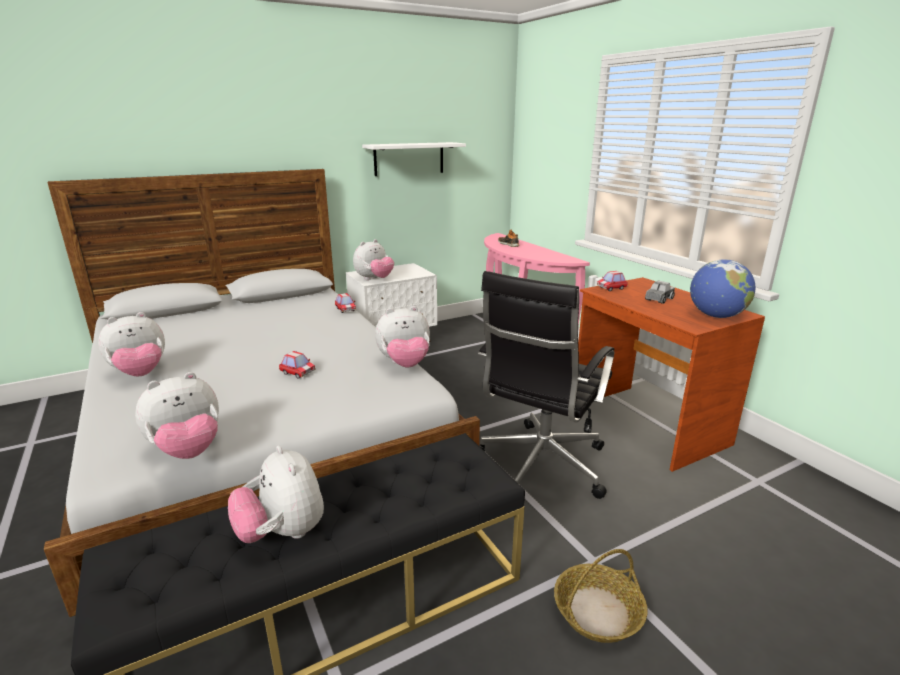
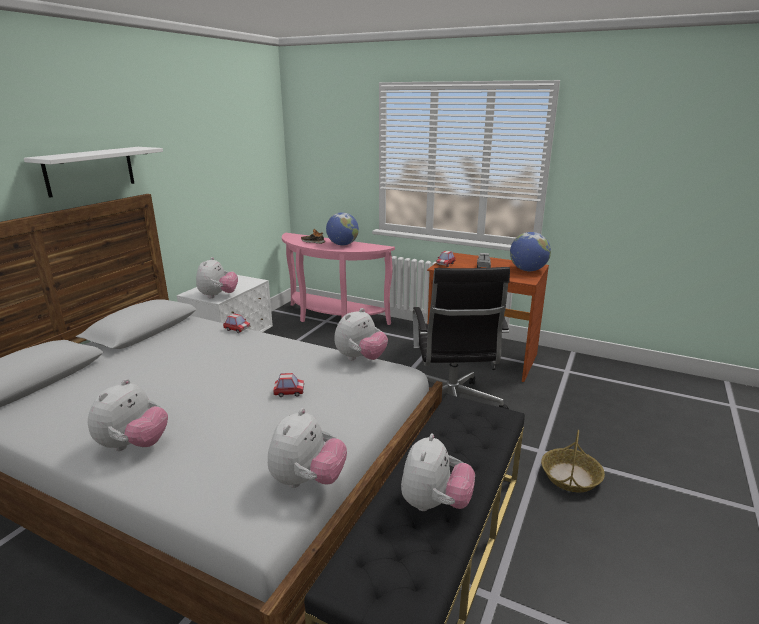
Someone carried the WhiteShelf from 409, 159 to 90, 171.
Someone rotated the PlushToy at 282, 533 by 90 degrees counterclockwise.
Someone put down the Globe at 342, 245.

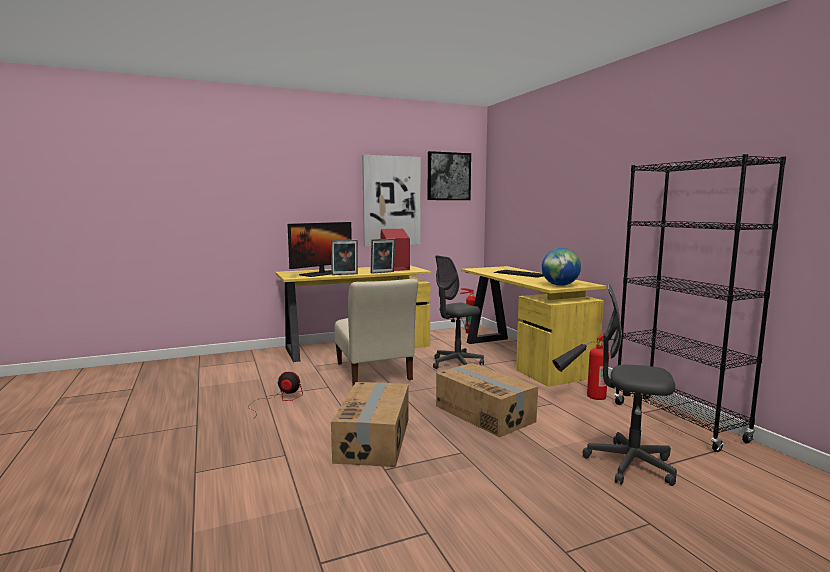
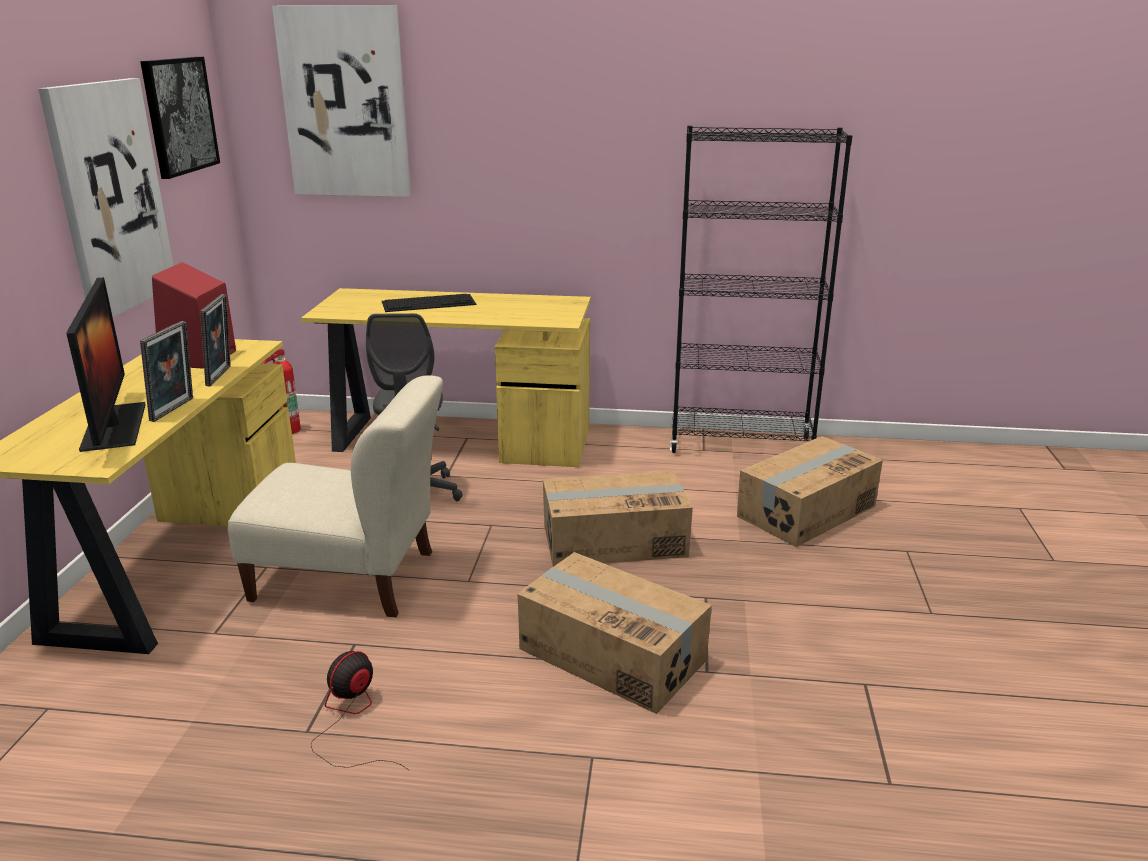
Someone took away the Globe at 560, 285.
Someone swapped the GreyOfficeChair at 630, 464 for the CardboardBox at 805, 511.
Someone took away the FireExtinguisher at 581, 398.
Someone put up the Picture at 345, 103.

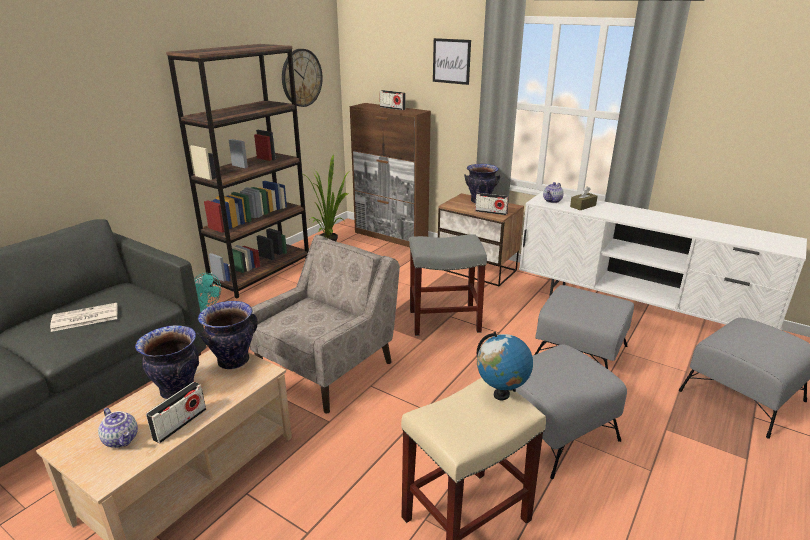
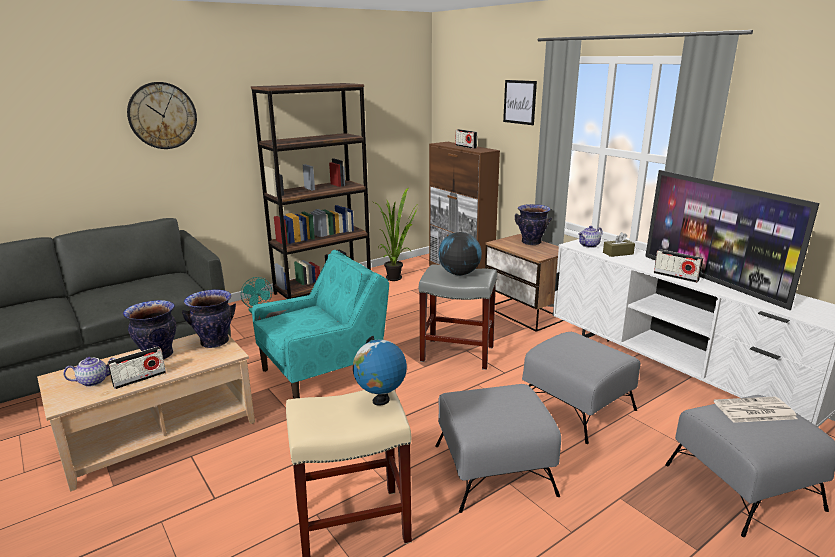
Someone carried the WallClock from 301, 78 to 162, 115.
Someone carried the Radio from 491, 212 to 676, 276.
Someone repainted the BeigeArmchair at 328, 369, which became the TurquoiseArmchair at 323, 374.
Someone carried the Newspaper from 84, 318 to 754, 411.
Someone rotated the Teapot at 122, 439 by 90 degrees counterclockwise.
Someone put down the Television at 712, 280.
Someone put down the Globe at 459, 274.

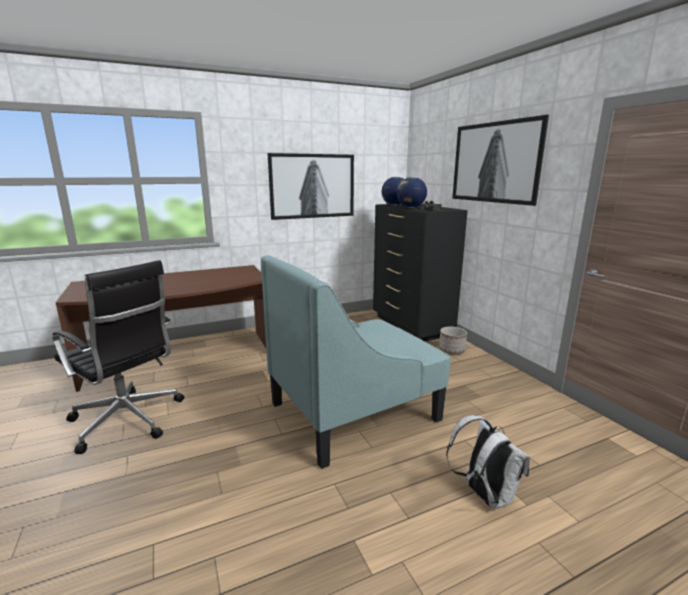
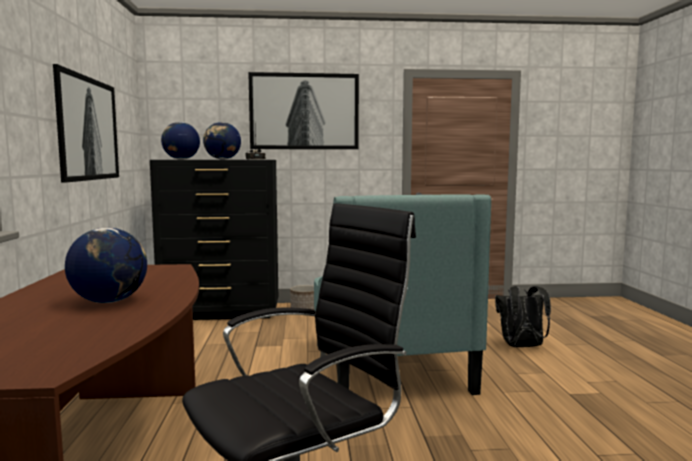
Someone repainted the WhiteBackpack at 484, 494, which became the BlackBackpack at 521, 346.
Someone put down the Globe at 109, 301.

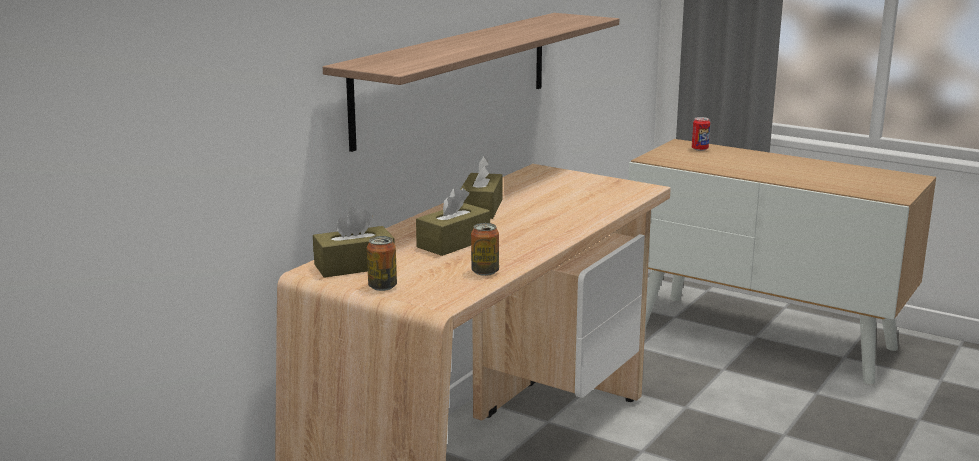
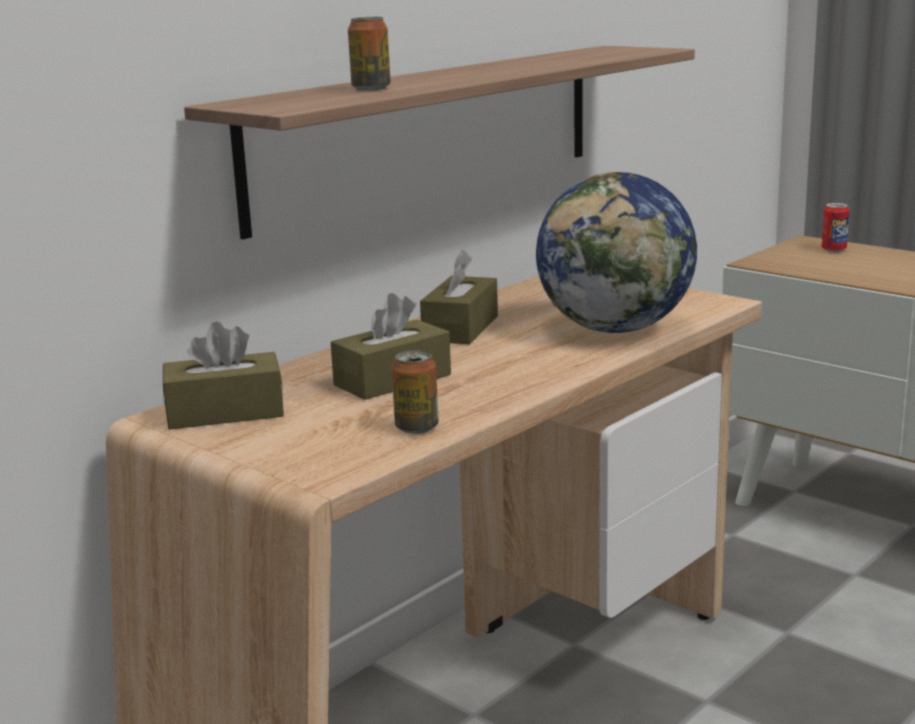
Someone carried the Can from 382, 286 to 371, 88.
Someone put down the Globe at 616, 329.

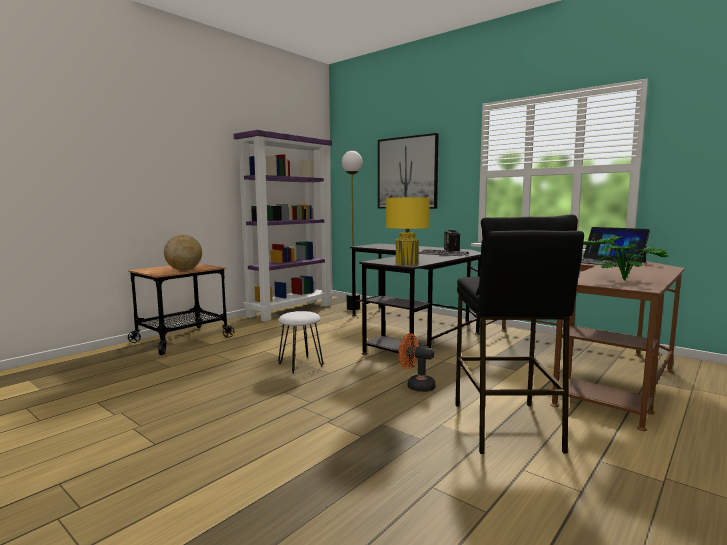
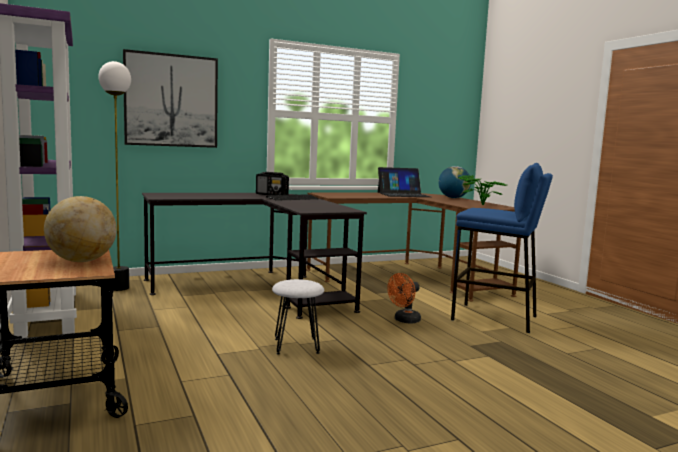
Someone took away the YellowTableLamp at 407, 264.
Someone repainted the BlackStool at 506, 426, which became the BlueStool at 494, 318.
Someone put down the Globe at 453, 198.

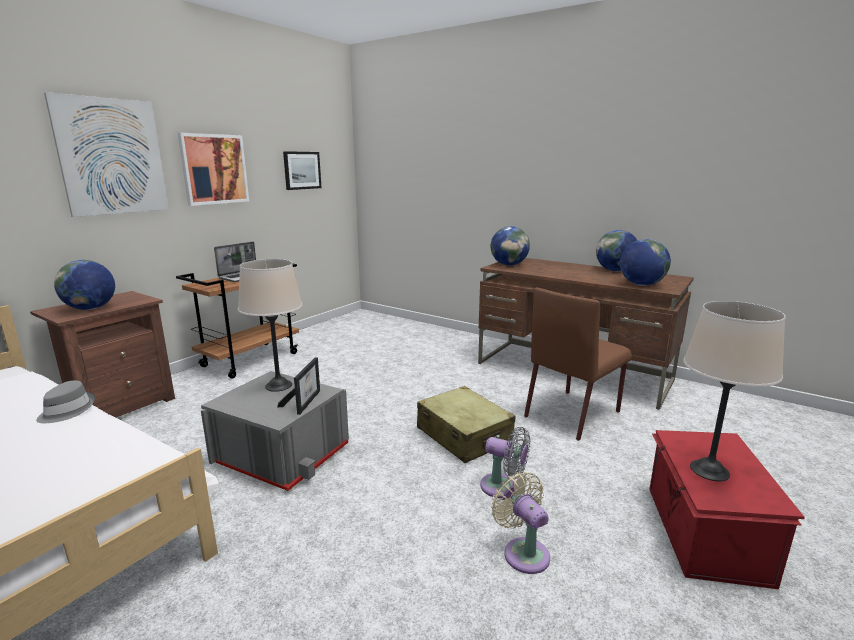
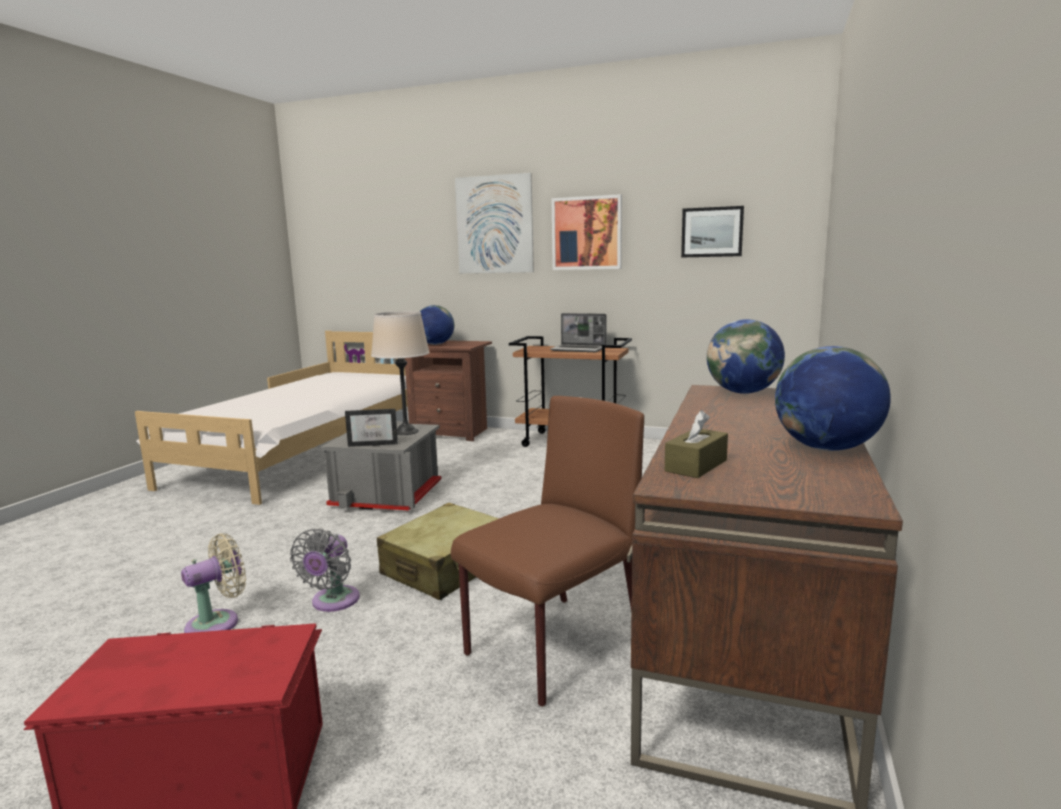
Someone swapped the Globe at 641, 284 for the BrownTissueBox at 696, 466.
Someone rotated the BrownChair at 573, 413 by 105 degrees clockwise.
Someone took away the BeigeTableLamp at 709, 470.
Someone took away the GreyHat at 67, 410.

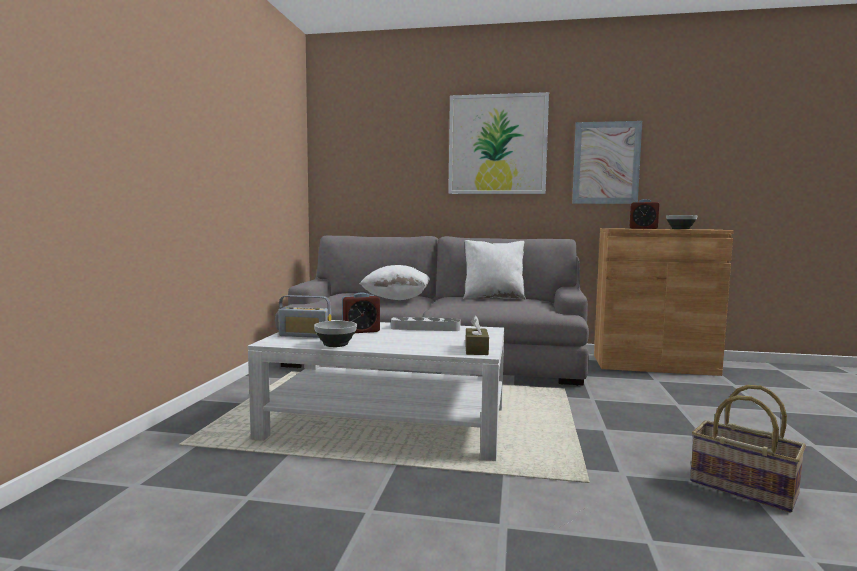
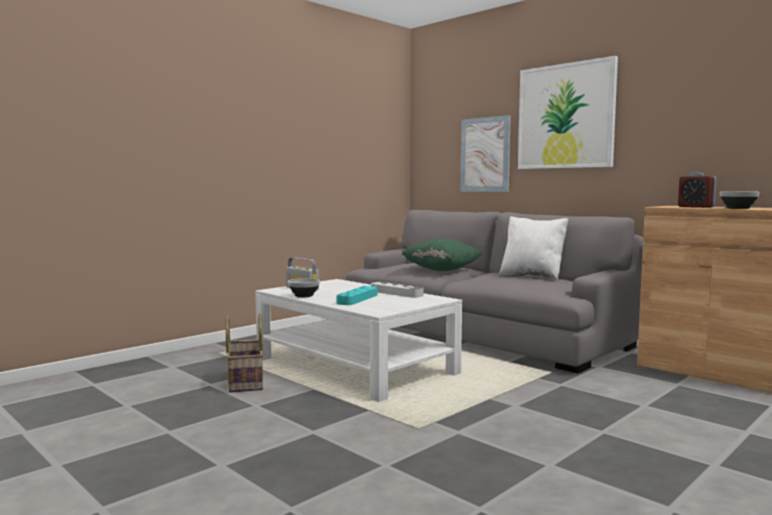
Someone carried the Picture from 606, 163 to 485, 155.
Someone repainted the WhitePillow at 396, 299, which became the GreenPillow at 441, 270.
Someone took away the AlarmClock at 361, 331.
Someone took away the BrownTissueBox at 476, 350.
Someone carried the Basket from 742, 488 to 244, 382.
Someone put down the TurquoiseTray at 357, 299.

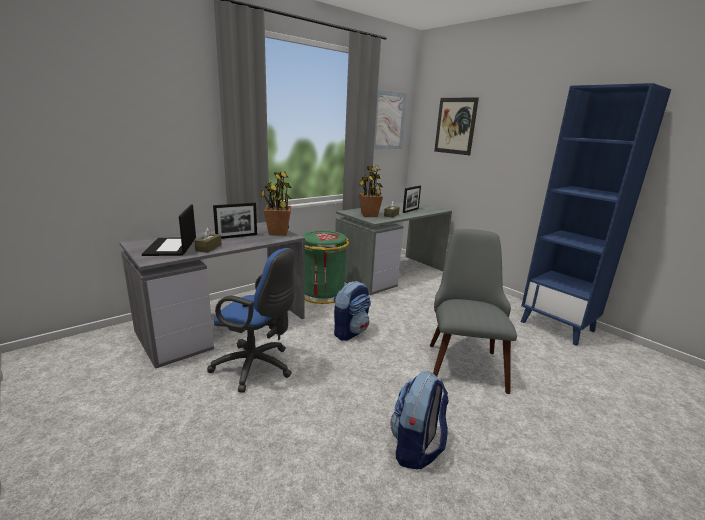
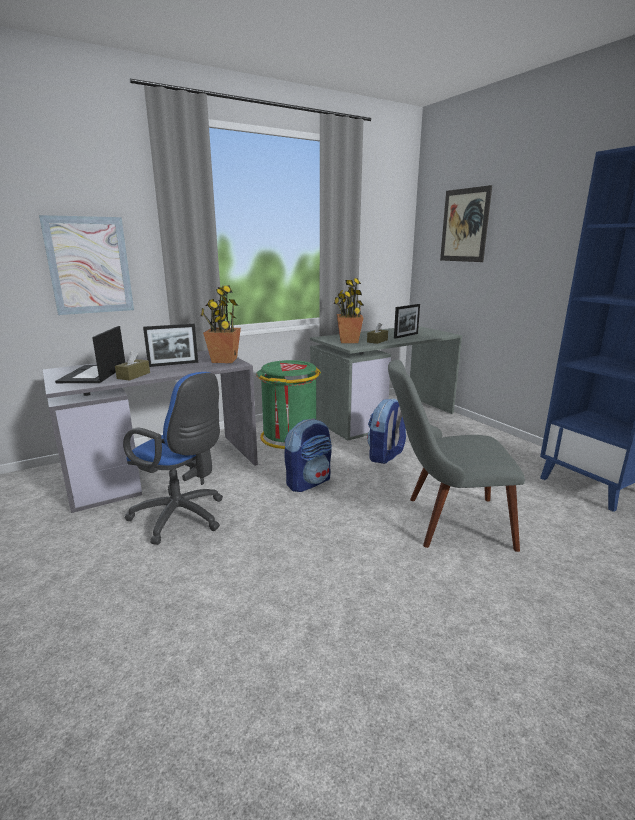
Someone carried the Picture from 388, 121 to 89, 265.
Someone rotated the GreyChair at 463, 359 by 105 degrees counterclockwise.
Someone carried the Backpack from 416, 448 to 386, 456.

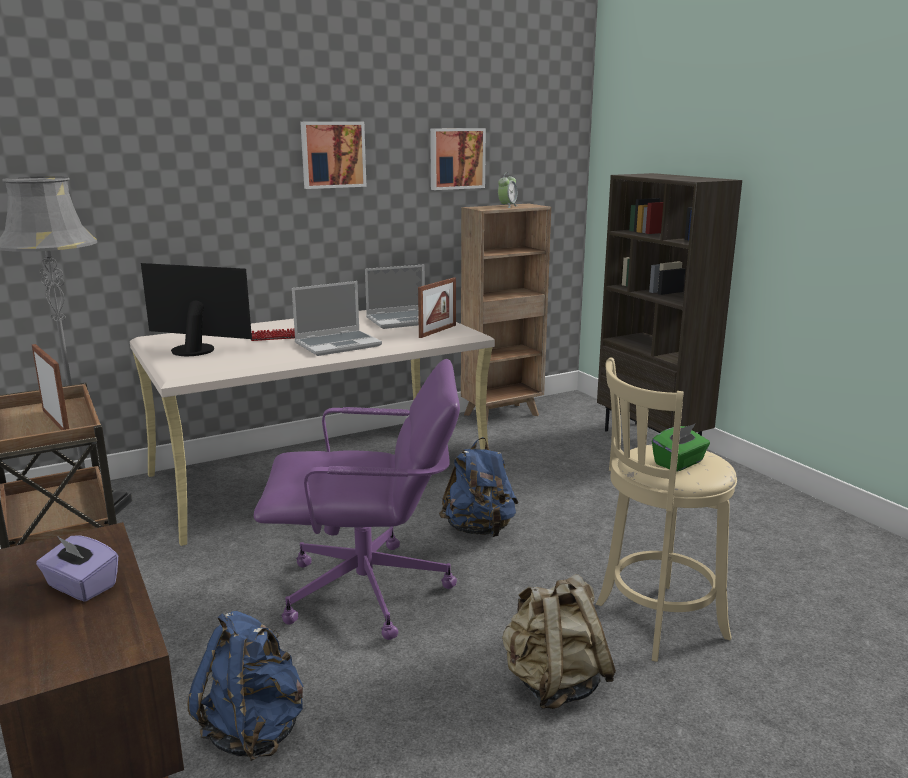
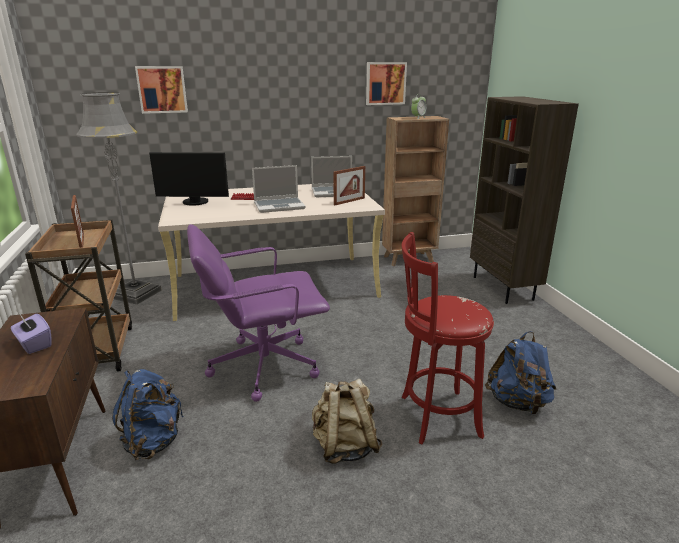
Someone carried the Picture from 332, 155 to 162, 89.
Someone rotated the Monitor at 195, 349 by 150 degrees clockwise.
Someone repainted the BeigeStool at 654, 622, which became the RedStool at 435, 416.
Someone rotated the PurpleOfficeChair at 368, 592 by 150 degrees clockwise.
Someone took away the GreenTissueBox at 679, 463.
Someone carried the BlueBackpack from 479, 530 to 518, 403.

